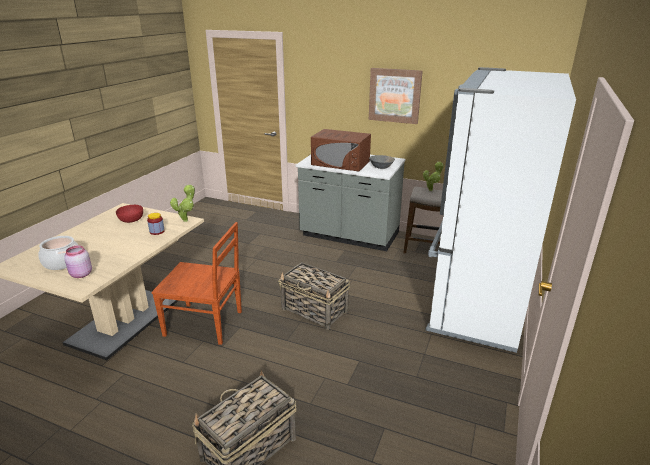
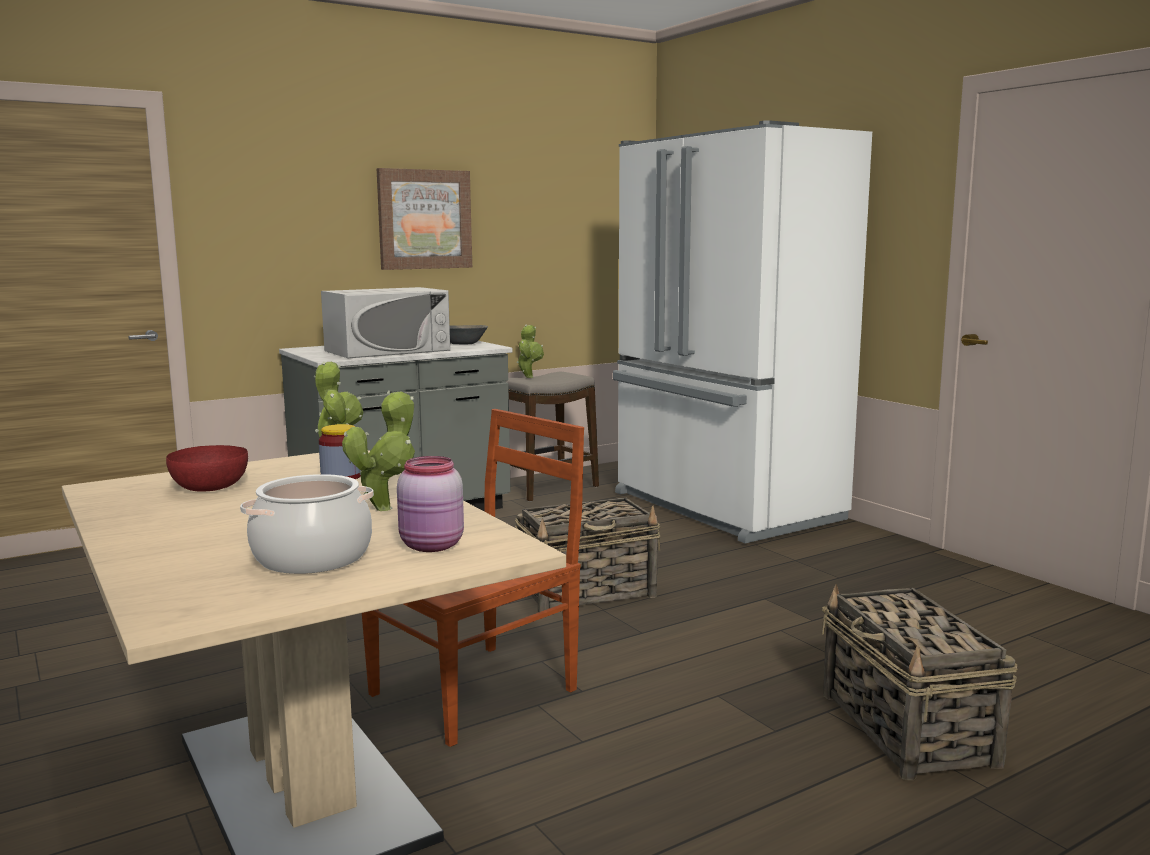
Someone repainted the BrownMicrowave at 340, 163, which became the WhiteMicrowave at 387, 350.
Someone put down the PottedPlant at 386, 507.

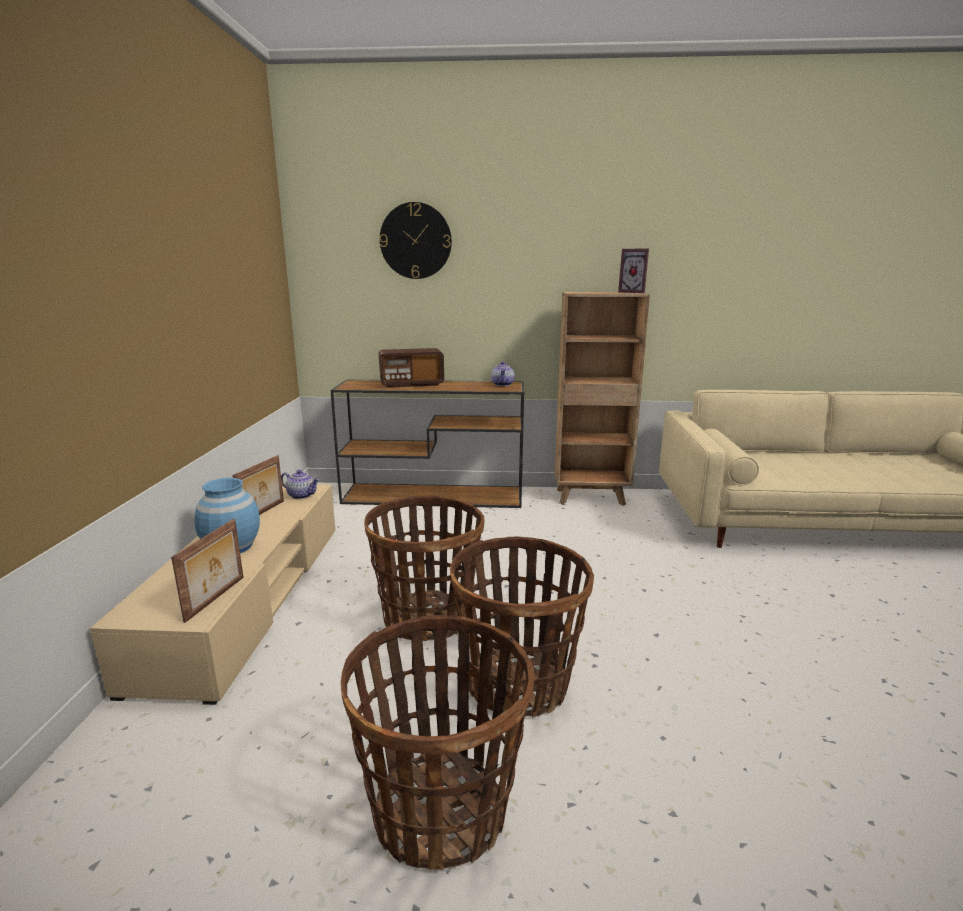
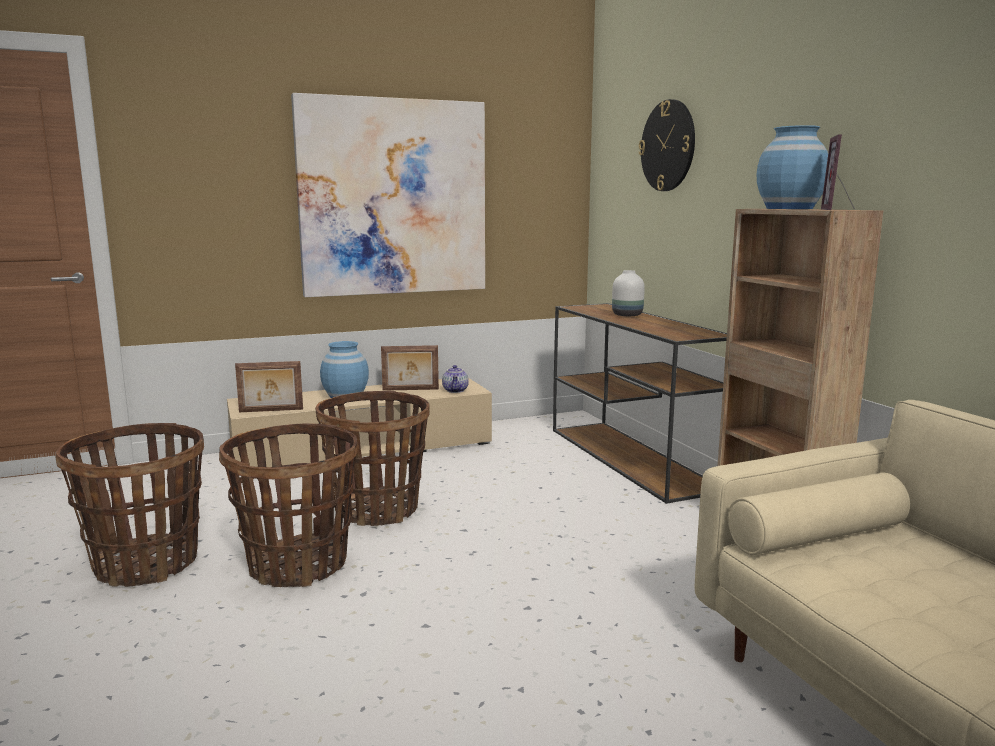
Someone swapped the Radio at 411, 384 for the WhiteVase at 628, 315.
Someone took away the Teapot at 503, 384.
Someone put up the Picture at 393, 198.
Someone put down the BlueVase at 790, 208.

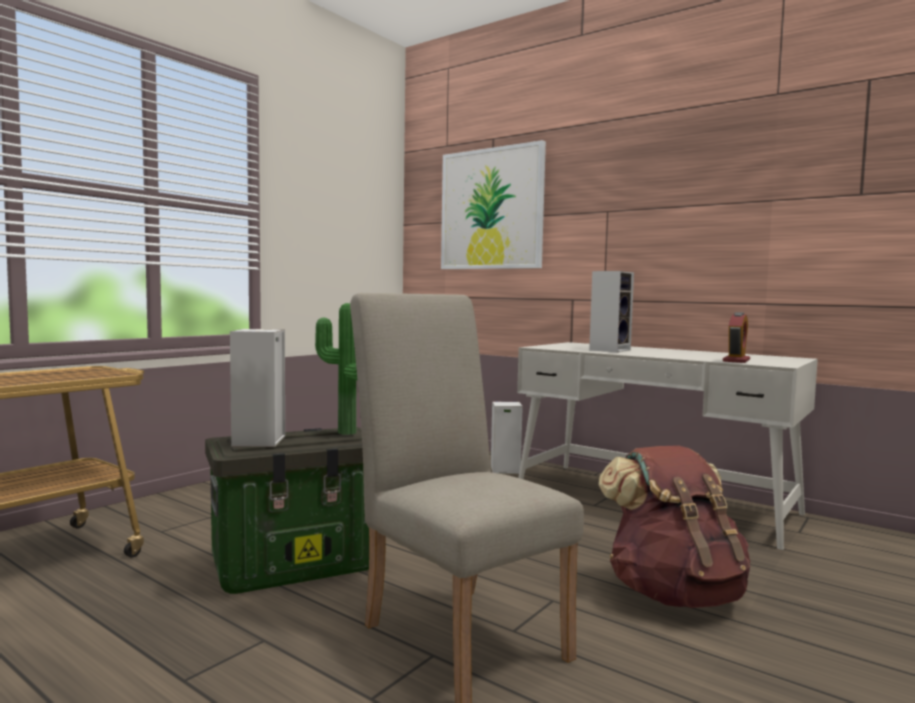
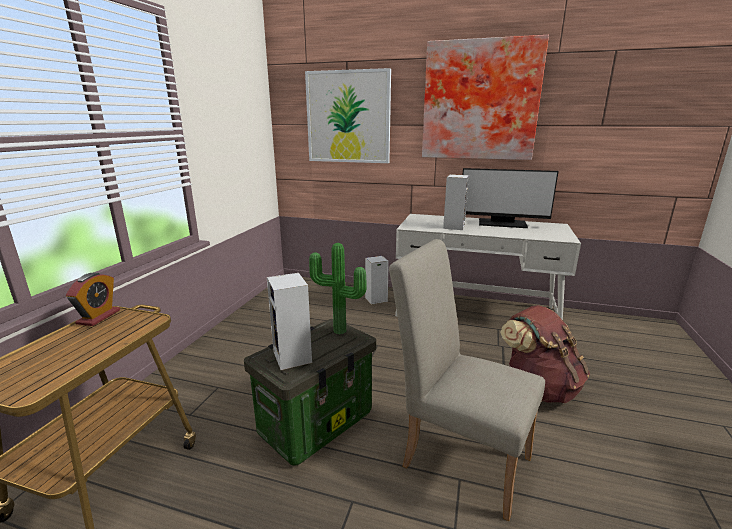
Someone carried the AlarmClock from 736, 360 to 98, 317.
Someone put up the Picture at 480, 101.
Someone put down the Monitor at 502, 223.

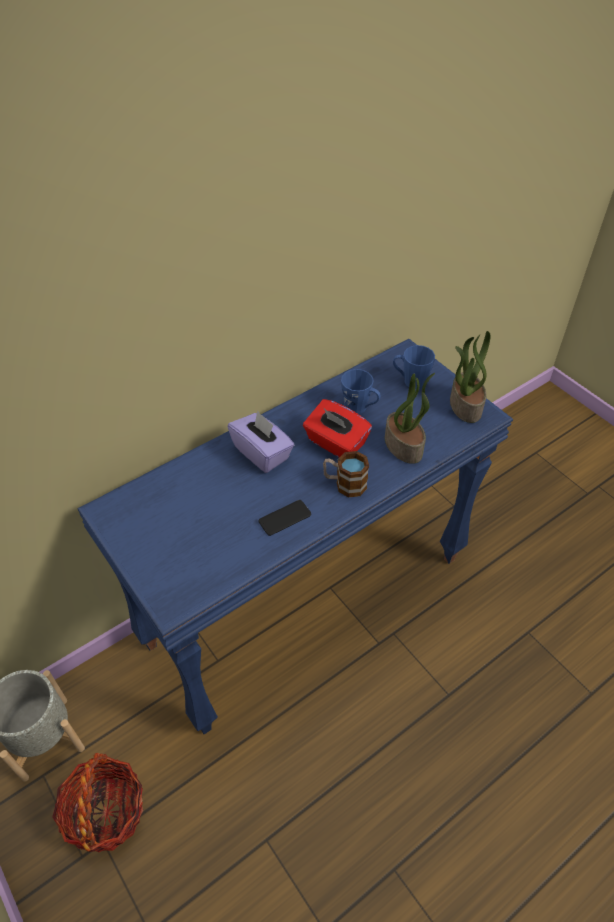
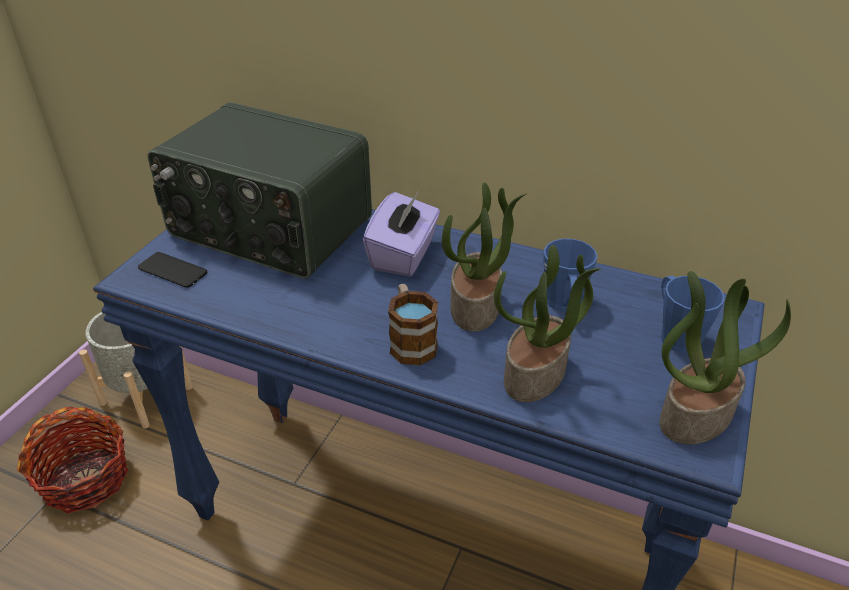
Someone swapped the RedTissueBox at 335, 443 for the PottedPlant at 476, 307.
Someone carried the Phone from 285, 518 to 172, 270.
Someone put down the Radio at 269, 229.

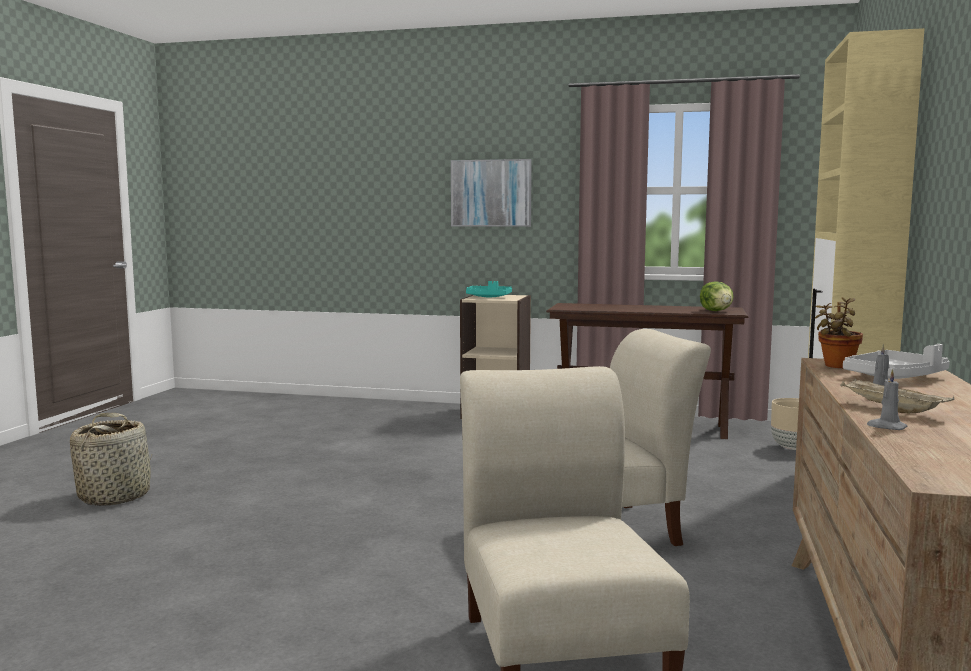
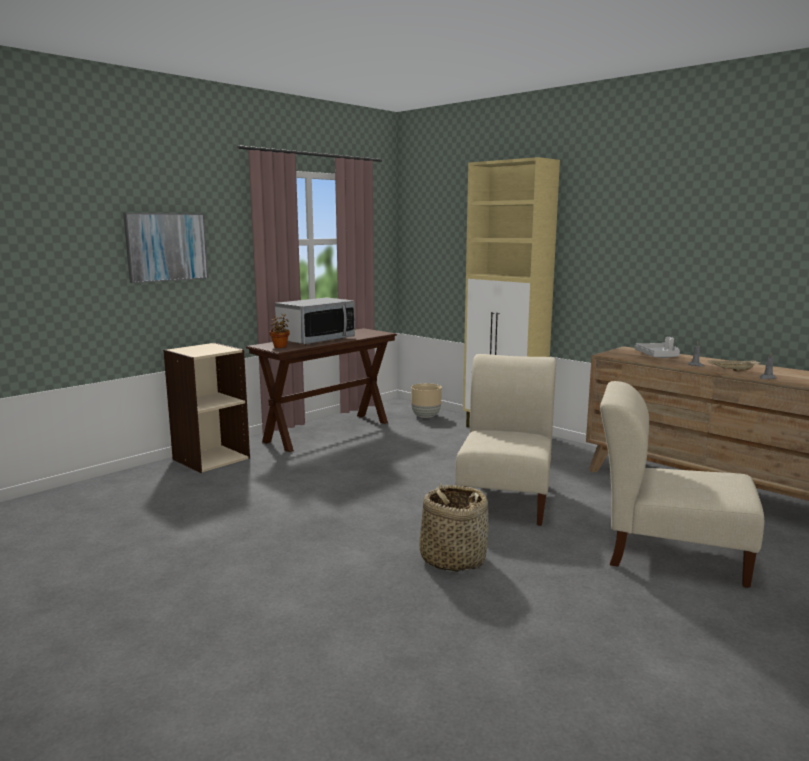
Someone took away the TurquoiseTray at 489, 297.
Someone took away the Lettuce at 716, 311.
Someone carried the PottedPlant from 836, 366 to 280, 347.
Someone carried the Basket from 115, 496 to 452, 558.
Someone put down the Microwave at 316, 340.

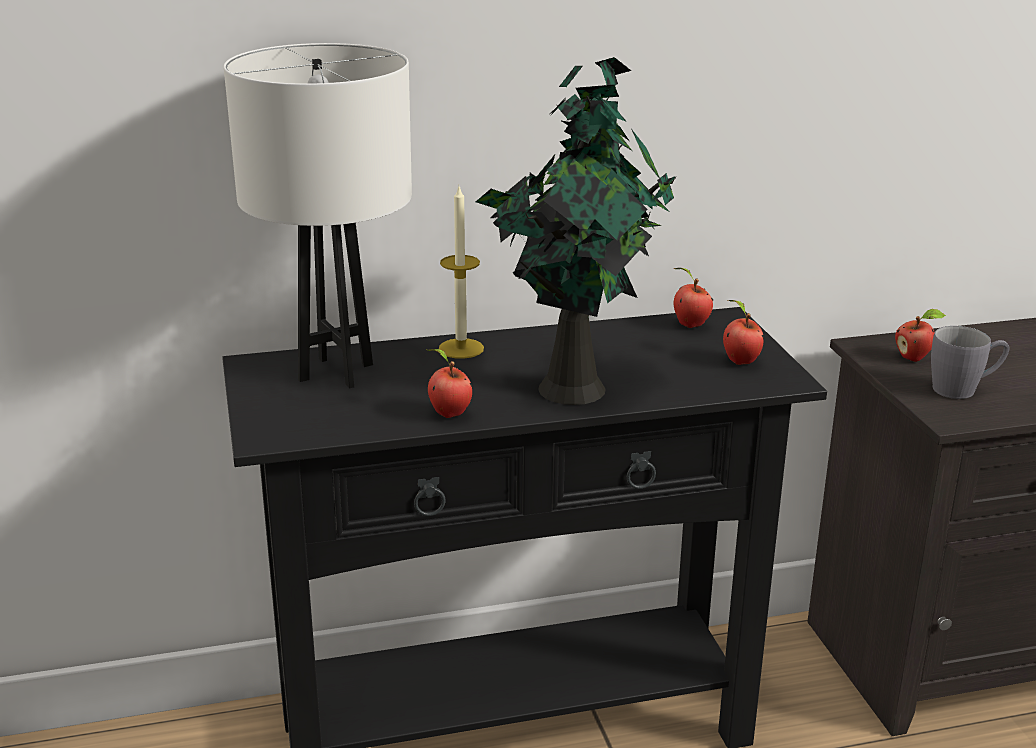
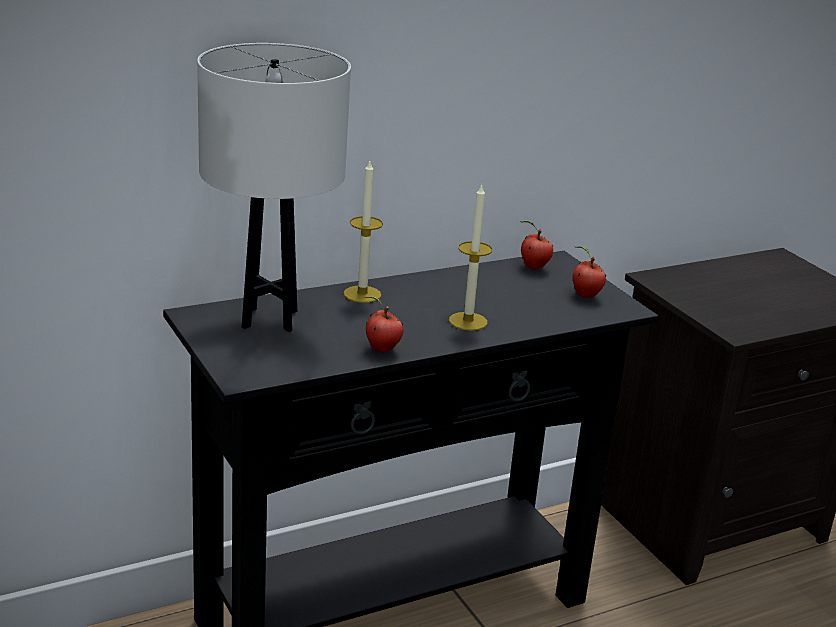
Someone swapped the PottedPlant at 573, 386 for the Candle at 468, 321.
Someone took away the Apple at 914, 358.
Someone took away the GreyMug at 963, 389.

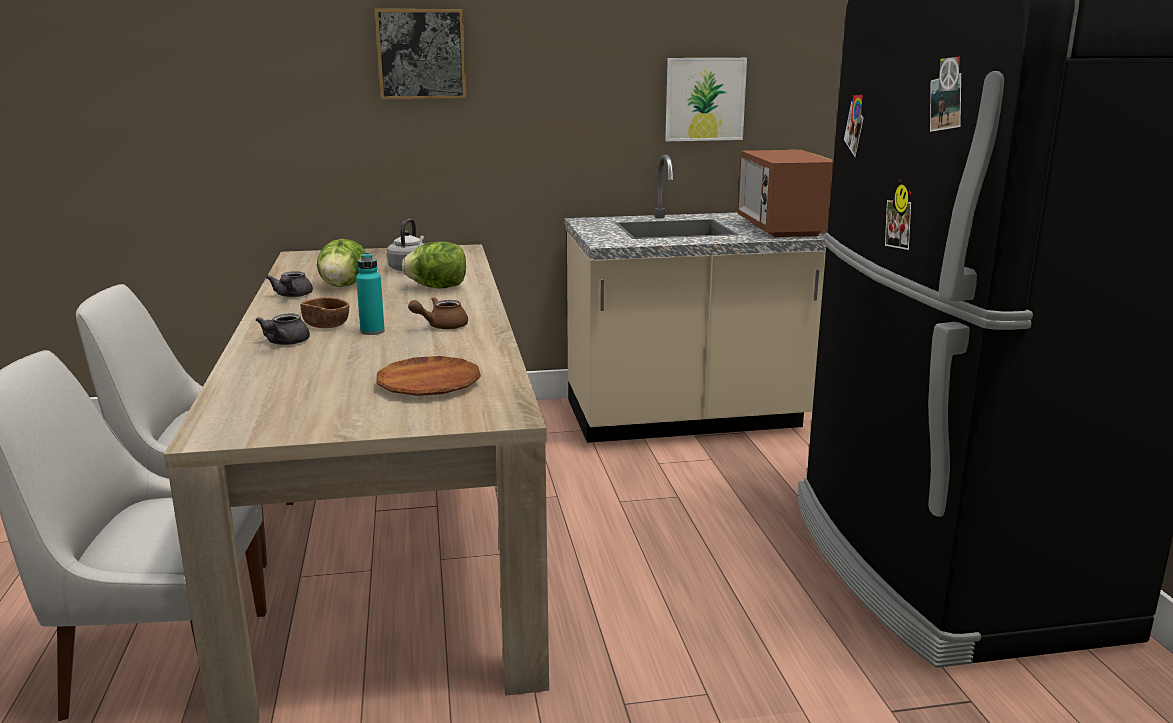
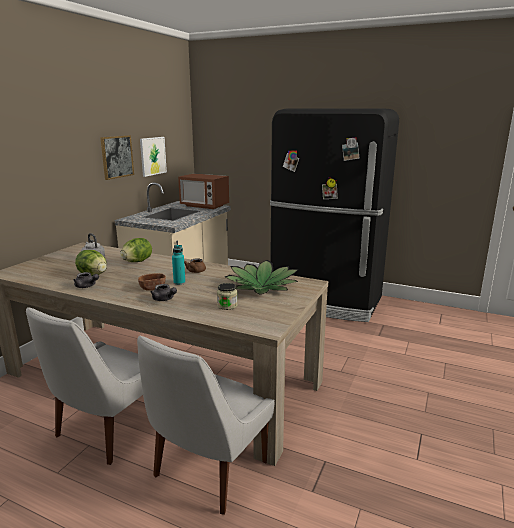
Someone carried the Picture from 421, 54 to 117, 157.
Someone swapped the BrownPlate at 429, 384 for the PottedPlant at 262, 286.
Someone put down the Jar at 227, 306.

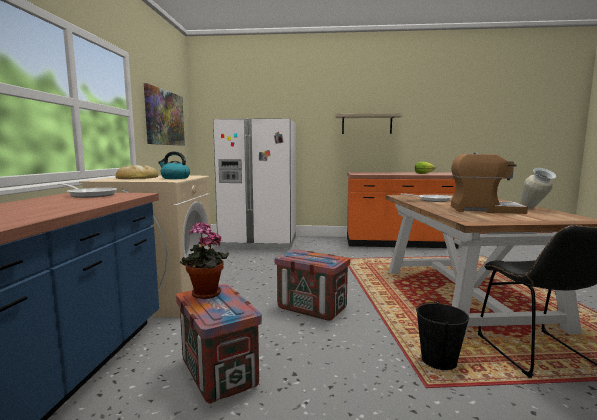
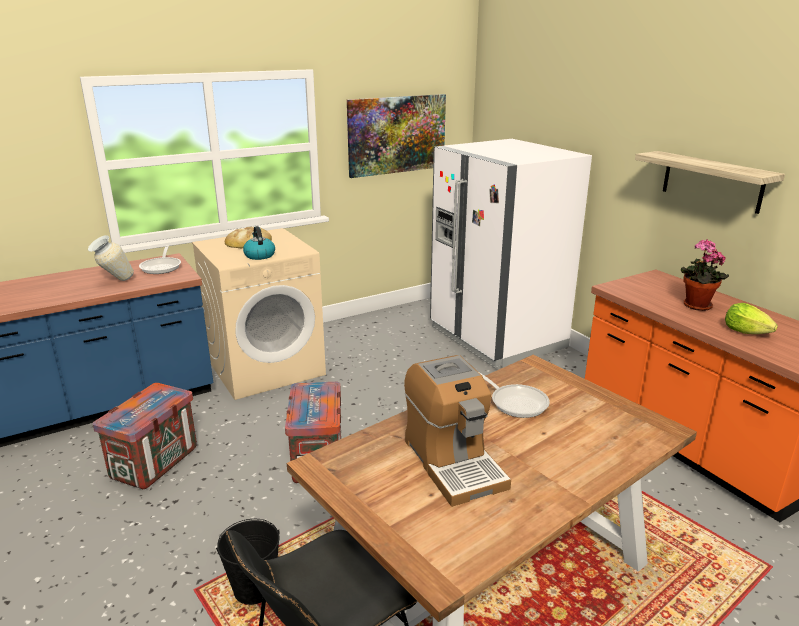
Someone carried the Vase from 534, 209 to 114, 282.
Someone carried the PottedPlant from 205, 295 to 695, 306.

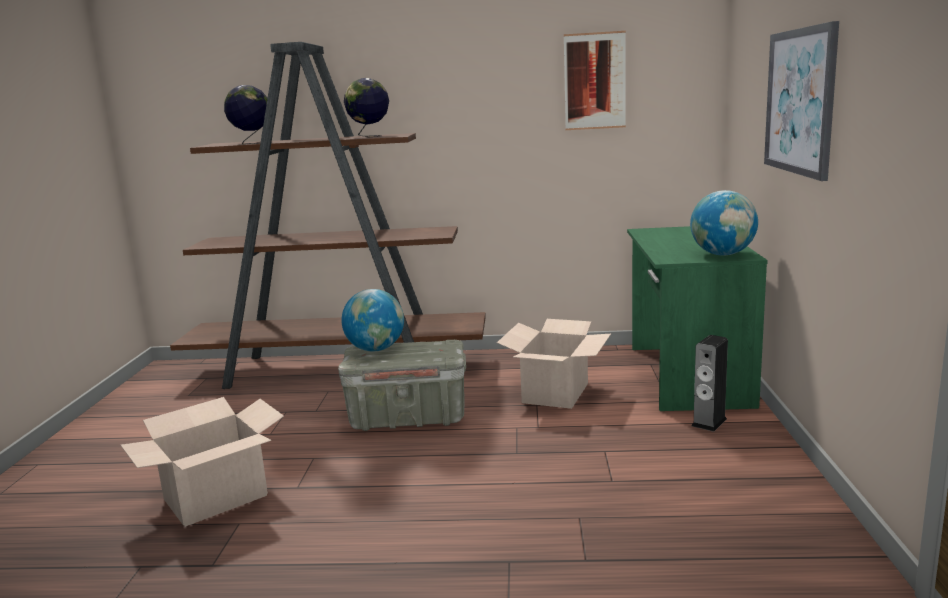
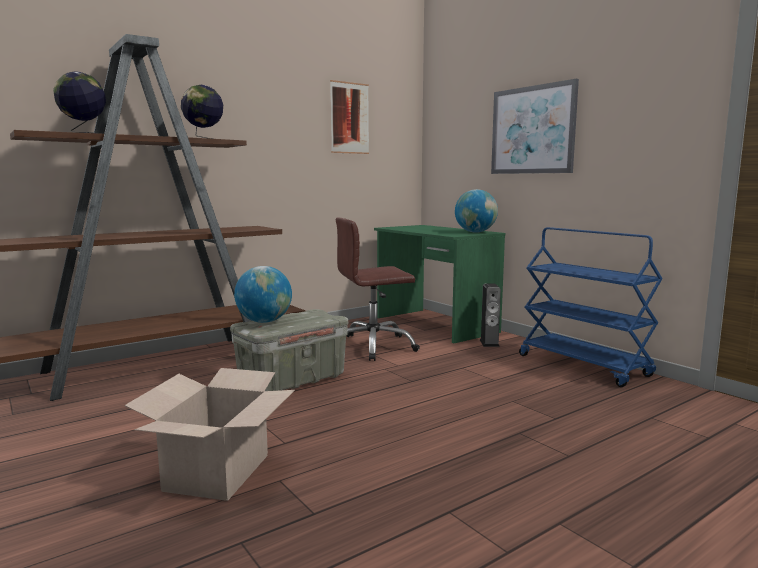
Someone swapped the CardboardBox at 555, 393 for the BrownOfficeChair at 373, 346.
Someone put down the BlueCart at 584, 366.

